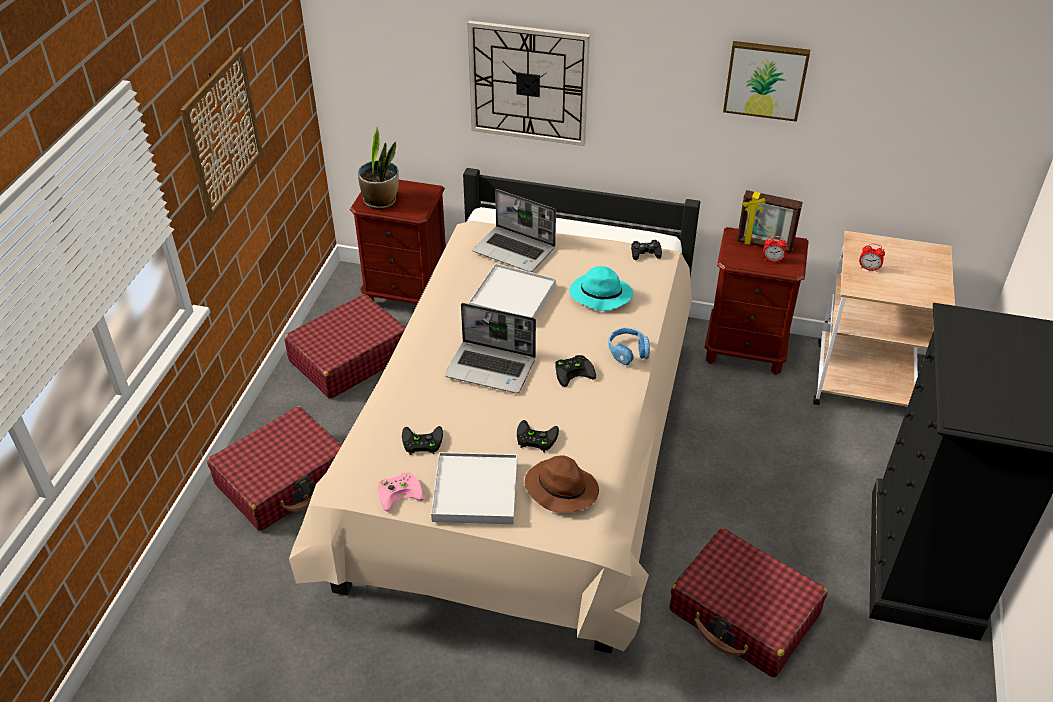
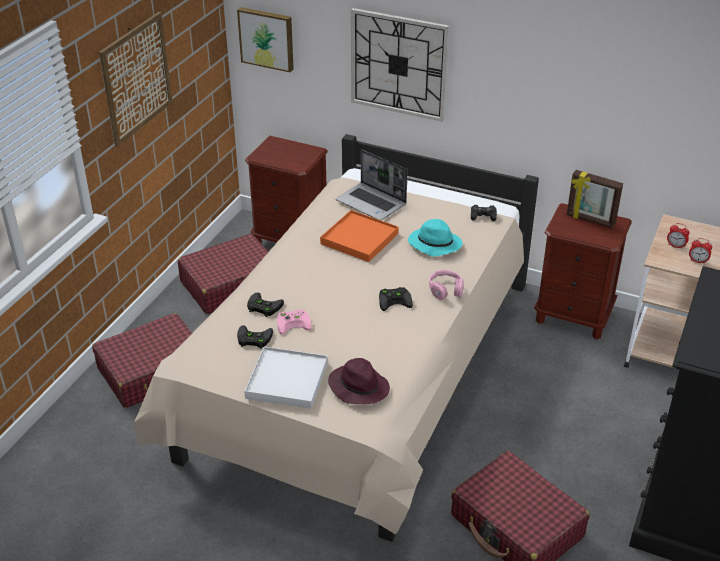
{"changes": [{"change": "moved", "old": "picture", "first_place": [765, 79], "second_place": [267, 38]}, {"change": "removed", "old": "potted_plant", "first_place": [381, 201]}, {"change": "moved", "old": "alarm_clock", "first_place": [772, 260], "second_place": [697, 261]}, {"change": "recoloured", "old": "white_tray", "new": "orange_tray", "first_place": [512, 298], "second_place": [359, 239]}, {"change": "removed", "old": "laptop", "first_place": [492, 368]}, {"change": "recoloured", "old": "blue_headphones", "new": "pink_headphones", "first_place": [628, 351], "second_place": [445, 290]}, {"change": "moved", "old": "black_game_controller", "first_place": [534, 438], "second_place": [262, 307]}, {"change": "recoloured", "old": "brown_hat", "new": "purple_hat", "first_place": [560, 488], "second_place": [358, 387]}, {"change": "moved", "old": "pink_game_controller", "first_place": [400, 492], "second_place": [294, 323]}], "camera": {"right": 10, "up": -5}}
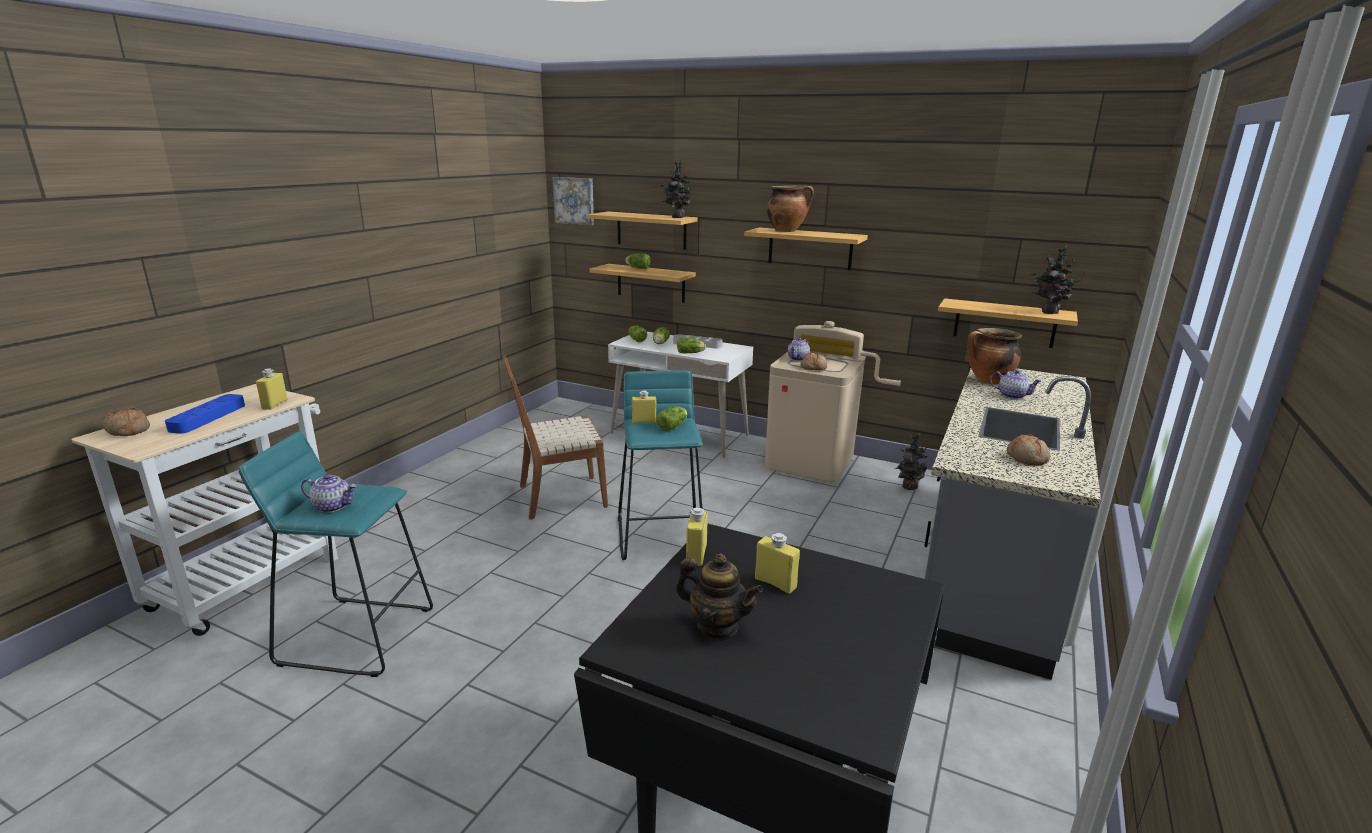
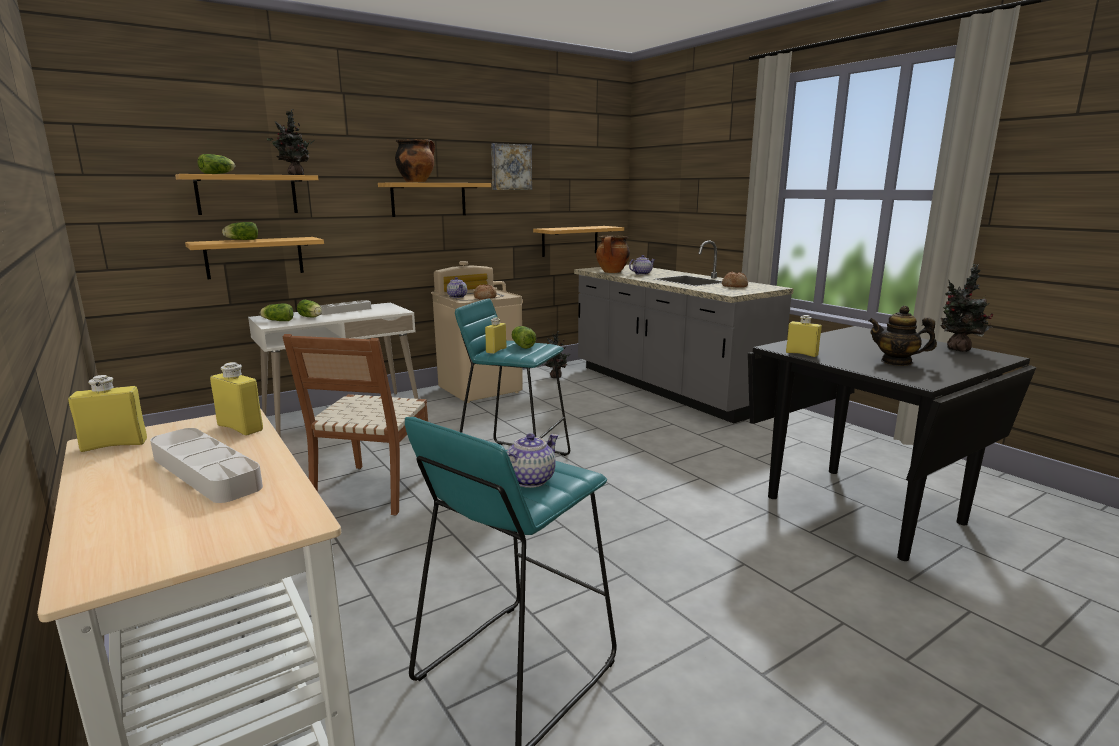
{"changes": [{"change": "moved", "old": "picture", "first_place": [574, 201], "second_place": [510, 167]}, {"change": "moved", "old": "potted_plant", "first_place": [1048, 312], "second_place": [957, 350]}, {"change": "moved", "old": "lettuce", "first_place": [691, 353], "second_place": [218, 174]}, {"change": "recoloured", "old": "blue_tray", "new": "grey_tray", "first_place": [208, 417], "second_place": [205, 472]}, {"change": "removed", "old": "bread", "first_place": [128, 430]}, {"change": "moved", "old": "yellow_bottle", "first_place": [775, 583], "second_place": [114, 445]}, {"change": "turned", "old": "teapot", "first_place": [717, 626], "second_place": [896, 362], "degrees": -120}], "camera": {"right": -60, "up": -5}}
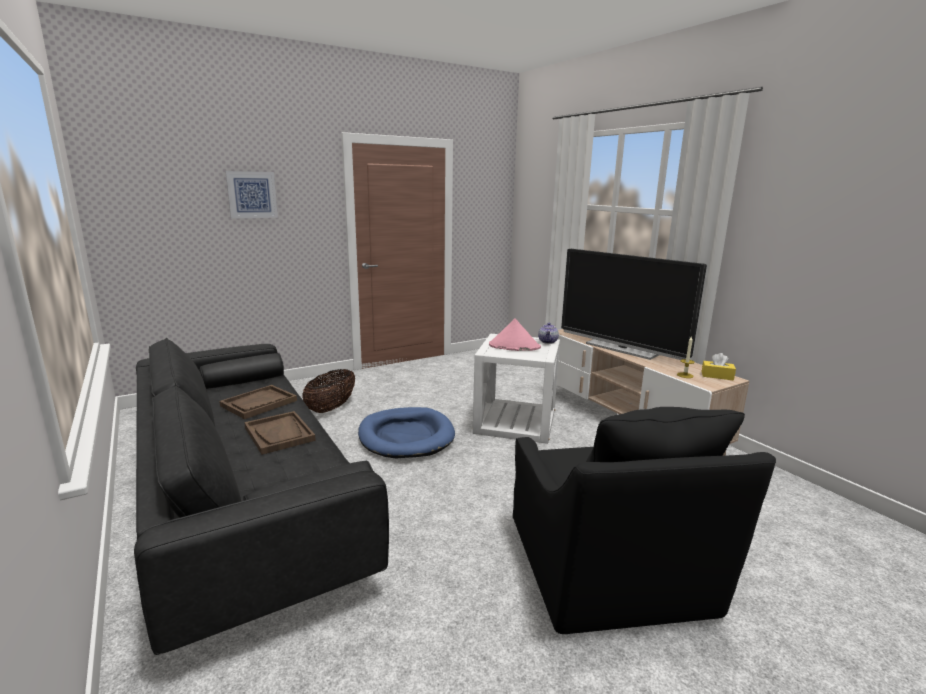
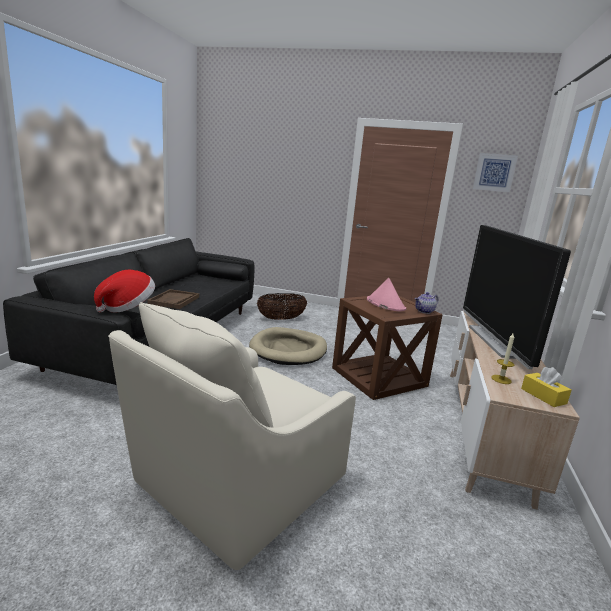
{"changes": [{"change": "moved", "old": "picture", "first_place": [252, 195], "second_place": [494, 172]}, {"change": "recoloured", "old": "white_side_table", "new": "brown_side_table", "first_place": [515, 422], "second_place": [379, 377]}, {"change": "removed", "old": "brown_tray", "first_place": [259, 403]}, {"change": "recoloured", "old": "blue_dog_bed", "new": "beige_dog_bed", "first_place": [406, 436], "second_place": [288, 349]}, {"change": "recoloured", "old": "black_armchair", "new": "beige_armchair", "first_place": [608, 571], "second_place": [236, 484]}, {"change": "added", "new": "hat", "second_place": [127, 307]}], "camera": {"right": 45, "up": 0}}
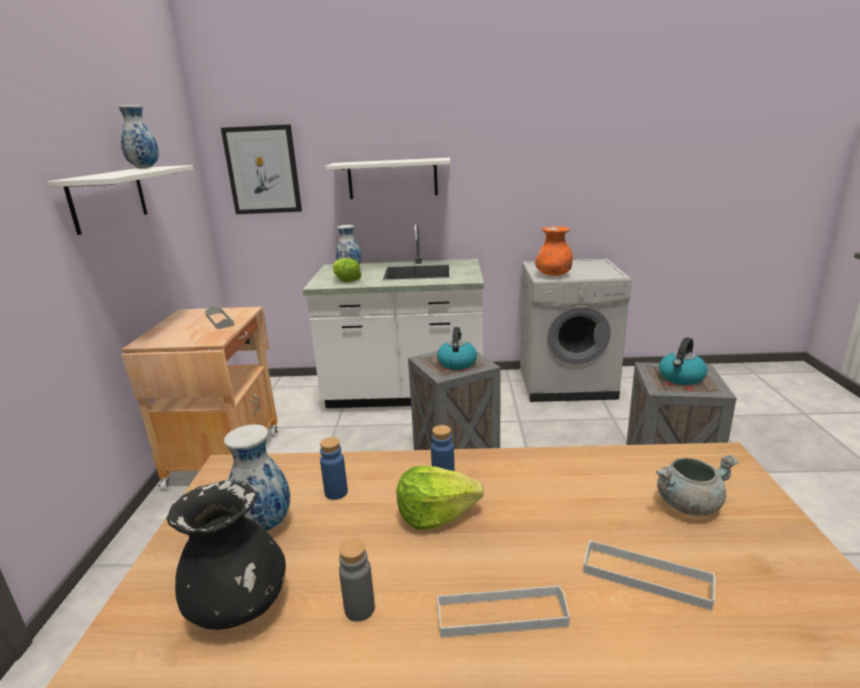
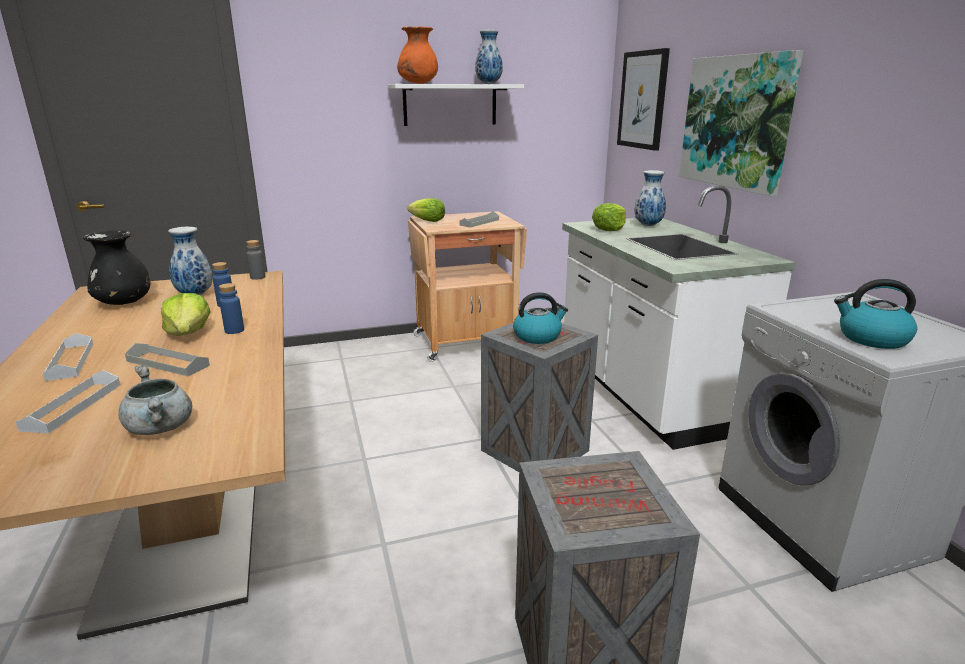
{"changes": [{"change": "replaced", "old": "white_shelf", "new": "picture", "first_place": [392, 178], "second_place": [736, 122]}, {"change": "moved", "old": "orange_vase", "first_place": [553, 275], "second_place": [418, 83]}, {"change": "moved", "old": "kettle", "first_place": [681, 378], "second_place": [871, 339]}, {"change": "moved", "old": "grey_bottle", "first_place": [359, 609], "second_place": [257, 277]}, {"change": "added", "new": "lettuce", "second_place": [427, 221]}, {"change": "added", "new": "grey_tray", "second_place": [167, 363]}], "camera": {"right": 70, "up": 0}}
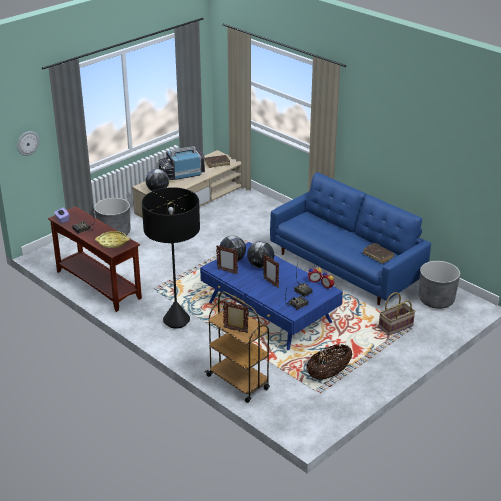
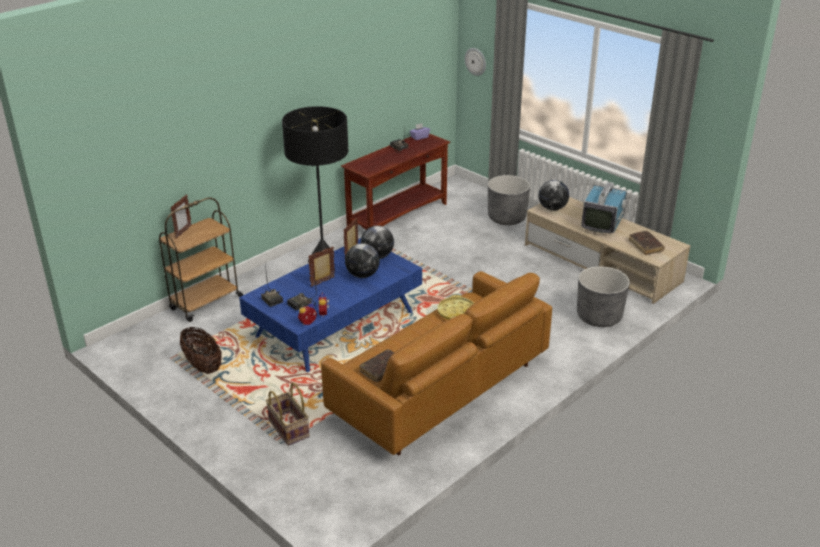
{"changes": [{"change": "turned", "old": "television", "first_place": [181, 174], "second_place": [603, 222], "degrees": 45}, {"change": "recoloured", "old": "blue_sofa", "new": "brown_sofa", "first_place": [346, 267], "second_place": [440, 391]}, {"change": "moved", "old": "yellow_tray", "first_place": [112, 242], "second_place": [456, 312]}, {"change": "moved", "old": "grey_planter", "first_place": [436, 300], "second_place": [599, 316]}], "camera": {"right": 90, "up": 0}}
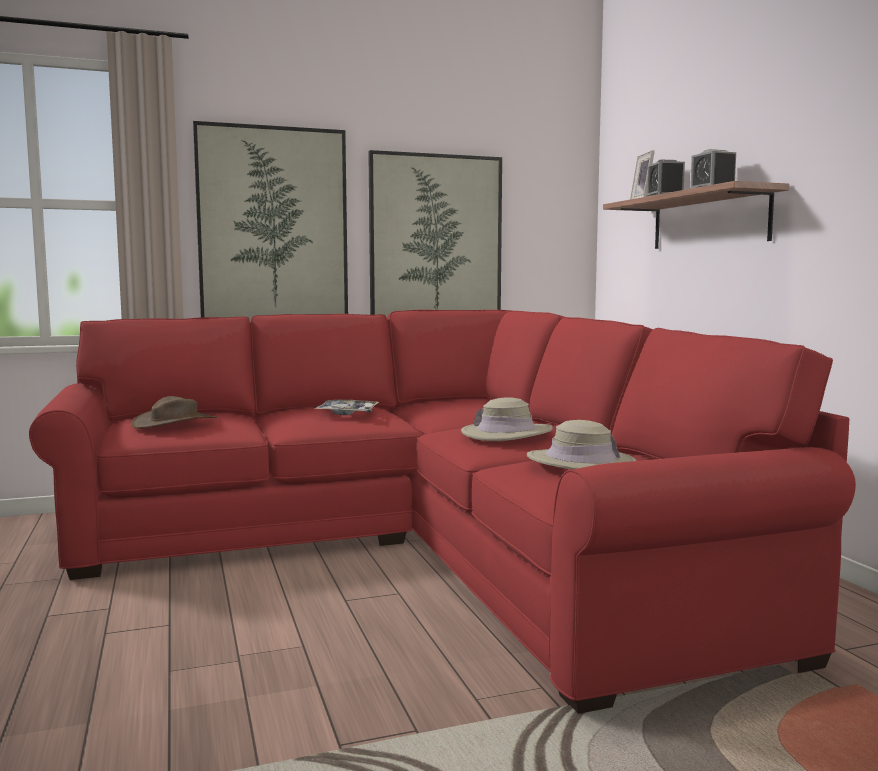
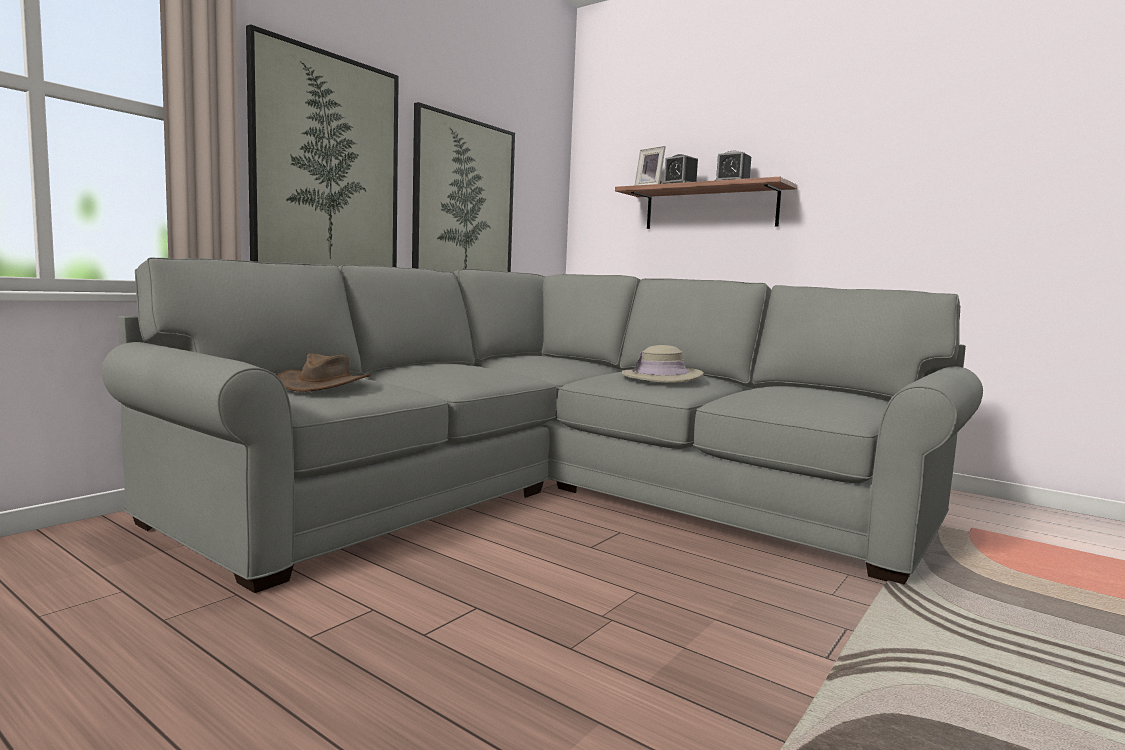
{"changes": [{"change": "recoloured", "old": "red_sofa", "new": "grey_sofa", "first_place": [414, 548], "second_place": [556, 495]}, {"change": "removed", "old": "tray", "first_place": [347, 413]}, {"change": "removed", "old": "beige_hat", "first_place": [580, 463]}], "camera": {"right": -35, "up": 0}}
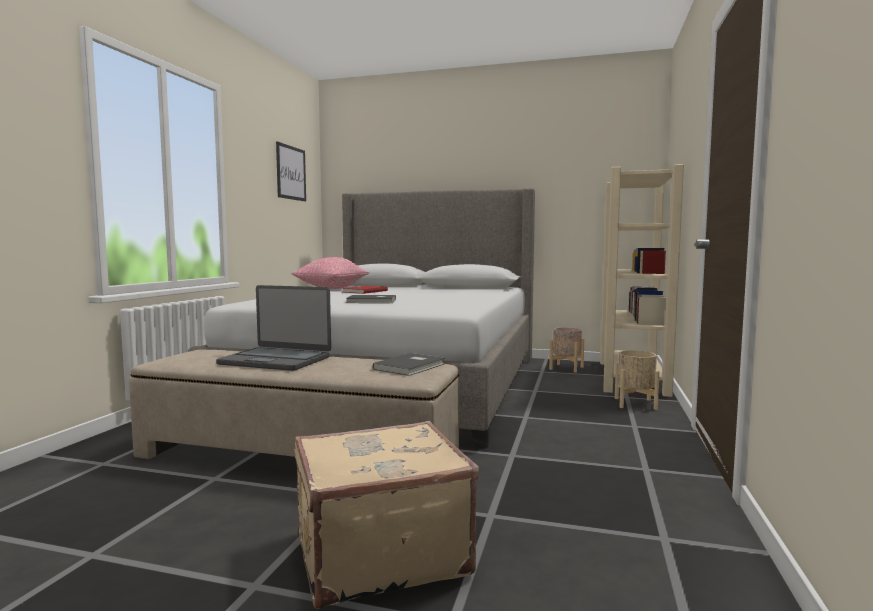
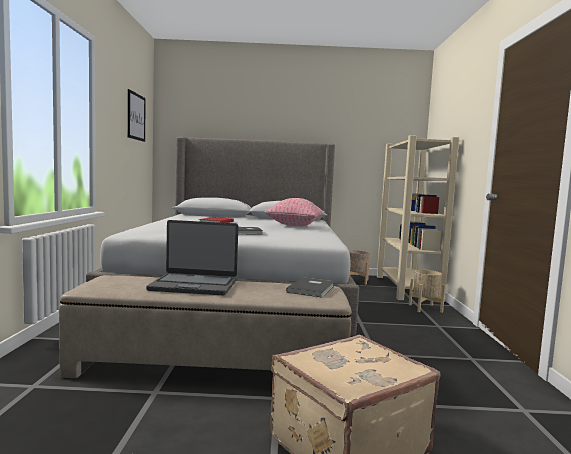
{"changes": [{"change": "moved", "old": "pink_pillow", "first_place": [331, 289], "second_place": [294, 226]}], "camera": {"right": -15, "up": 0}}
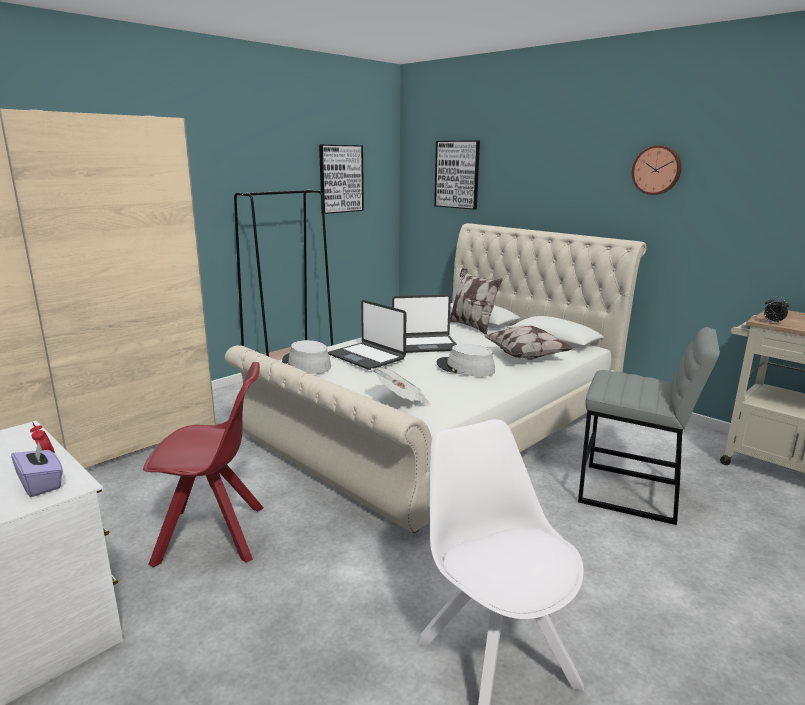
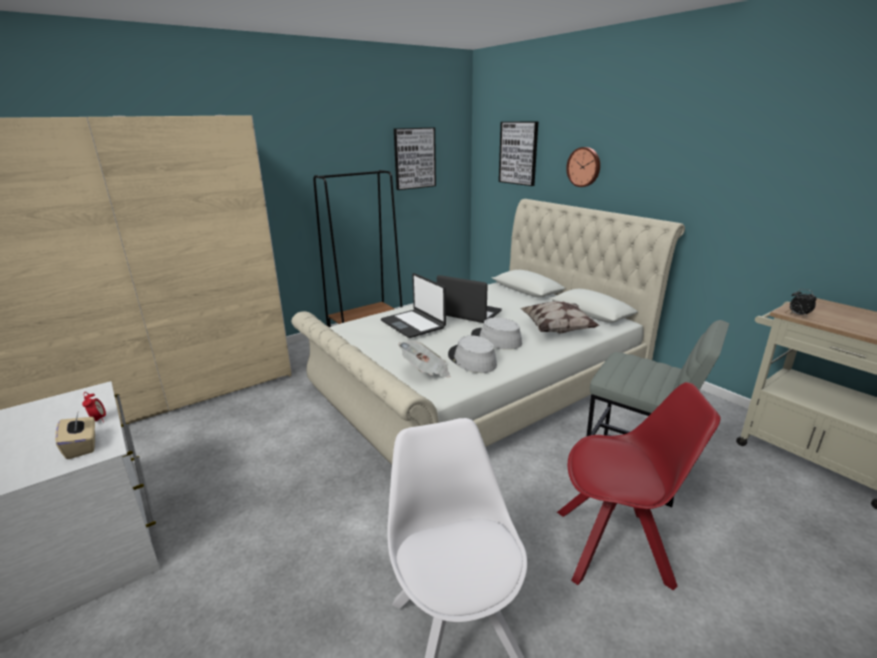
{"changes": [{"change": "moved", "old": "wall_clock", "first_place": [657, 170], "second_place": [584, 167]}, {"change": "removed", "old": "pillow", "first_place": [471, 326]}, {"change": "turned", "old": "laptop", "first_place": [424, 345], "second_place": [469, 313], "degrees": -150}, {"change": "moved", "old": "grey_hat", "first_place": [306, 364], "second_place": [471, 360]}, {"change": "moved", "old": "red_chair", "first_place": [214, 535], "second_place": [615, 547]}, {"change": "recoloured", "old": "purple_tissue_box", "new": "beige_tissue_box", "first_place": [41, 484], "second_place": [82, 446]}], "camera": {"right": 10, "up": 5}}
